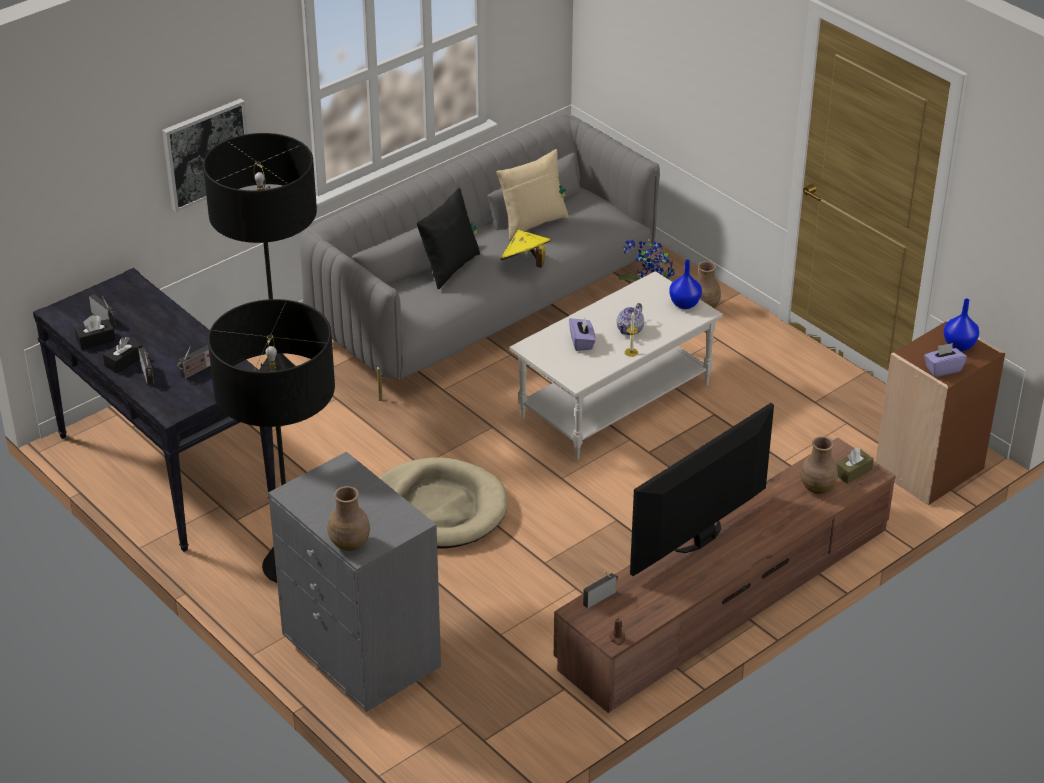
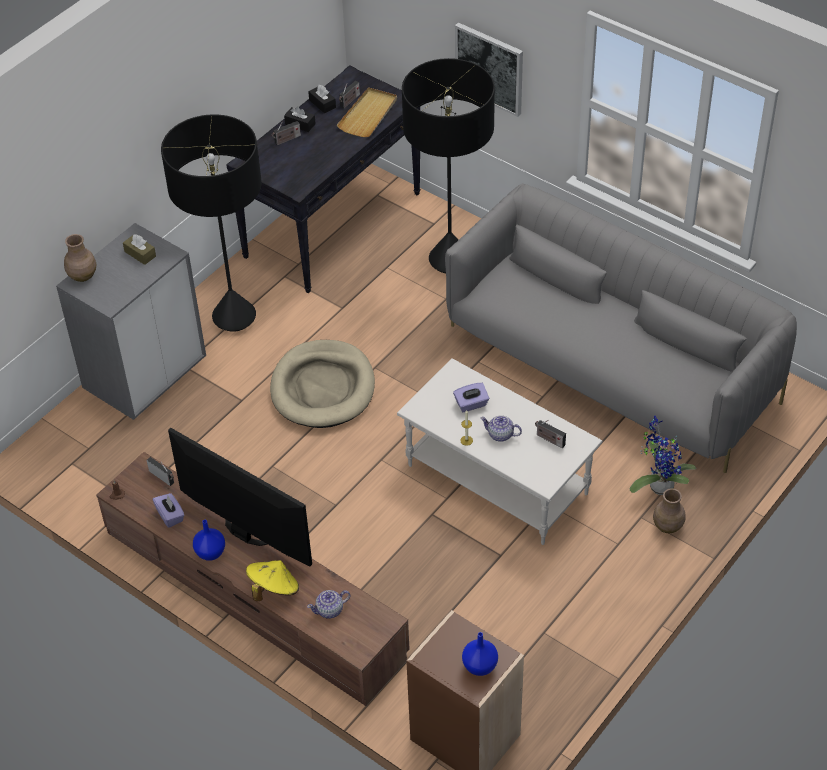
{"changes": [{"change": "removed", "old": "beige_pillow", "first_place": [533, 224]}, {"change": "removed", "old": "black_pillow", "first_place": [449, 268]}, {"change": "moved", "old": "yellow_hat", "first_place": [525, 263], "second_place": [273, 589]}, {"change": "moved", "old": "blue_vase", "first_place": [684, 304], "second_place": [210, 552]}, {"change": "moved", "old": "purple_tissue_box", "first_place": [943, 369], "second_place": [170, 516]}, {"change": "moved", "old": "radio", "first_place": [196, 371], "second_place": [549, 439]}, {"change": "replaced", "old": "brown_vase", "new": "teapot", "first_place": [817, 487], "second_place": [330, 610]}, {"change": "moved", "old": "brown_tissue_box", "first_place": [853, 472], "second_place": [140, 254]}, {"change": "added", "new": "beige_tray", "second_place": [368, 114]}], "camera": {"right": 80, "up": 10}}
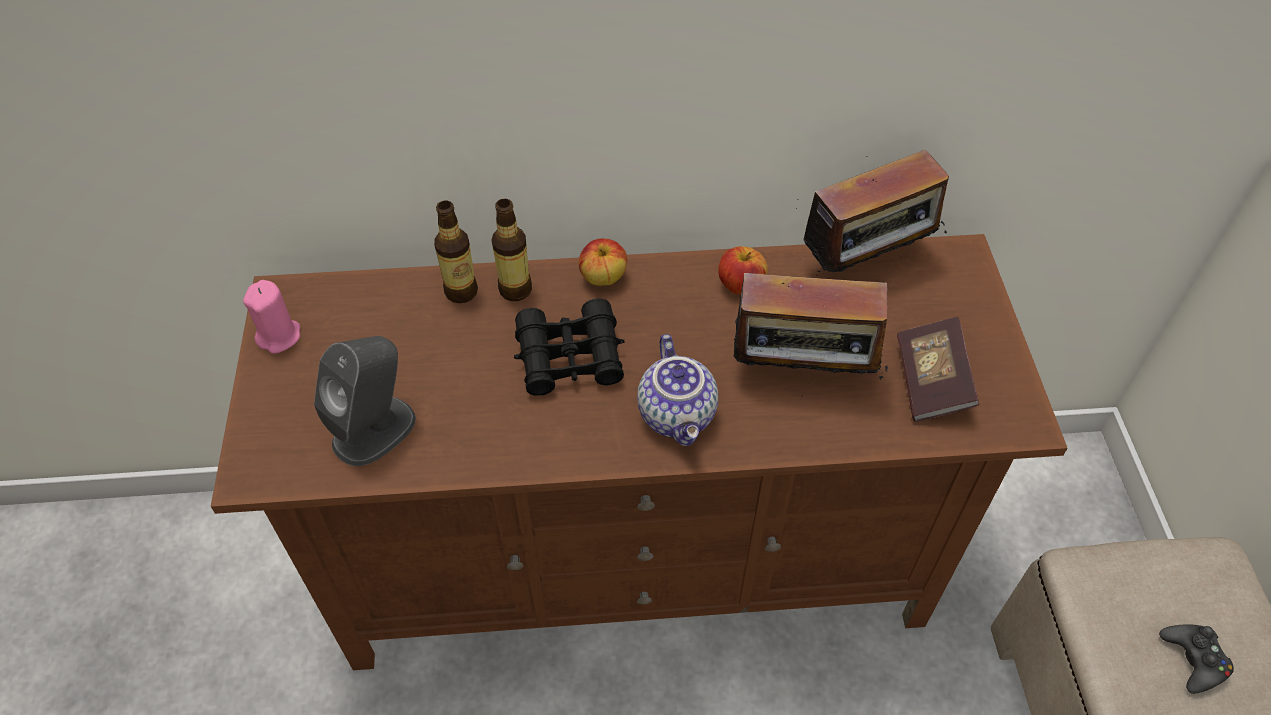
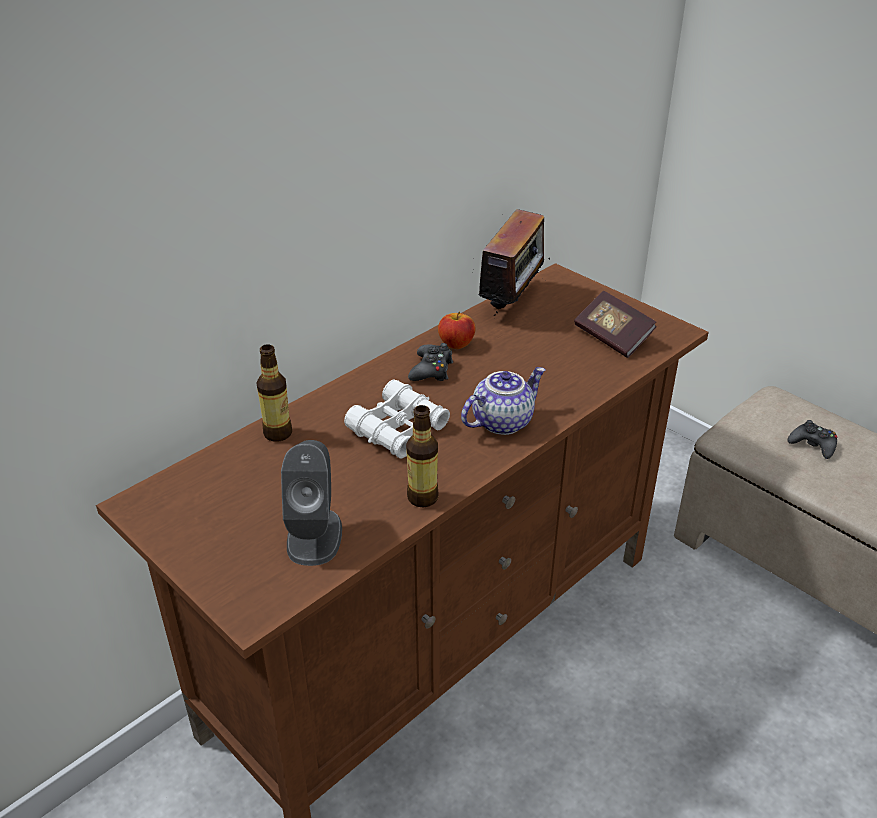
{"changes": [{"change": "moved", "old": "bottle", "first_place": [515, 290], "second_place": [422, 497]}, {"change": "removed", "old": "apple", "first_place": [603, 277]}, {"change": "removed", "old": "radio", "first_place": [802, 374]}, {"change": "removed", "old": "pink_candle", "first_place": [279, 336]}, {"change": "recoloured", "old": "black_binoculars", "new": "white_binoculars", "first_place": [570, 357], "second_place": [398, 429]}, {"change": "turned", "old": "teapot", "first_place": [679, 415], "second_place": [501, 421], "degrees": -75}, {"change": "added", "new": "black_game_controller", "second_place": [431, 370]}], "camera": {"right": -40, "up": -15}}
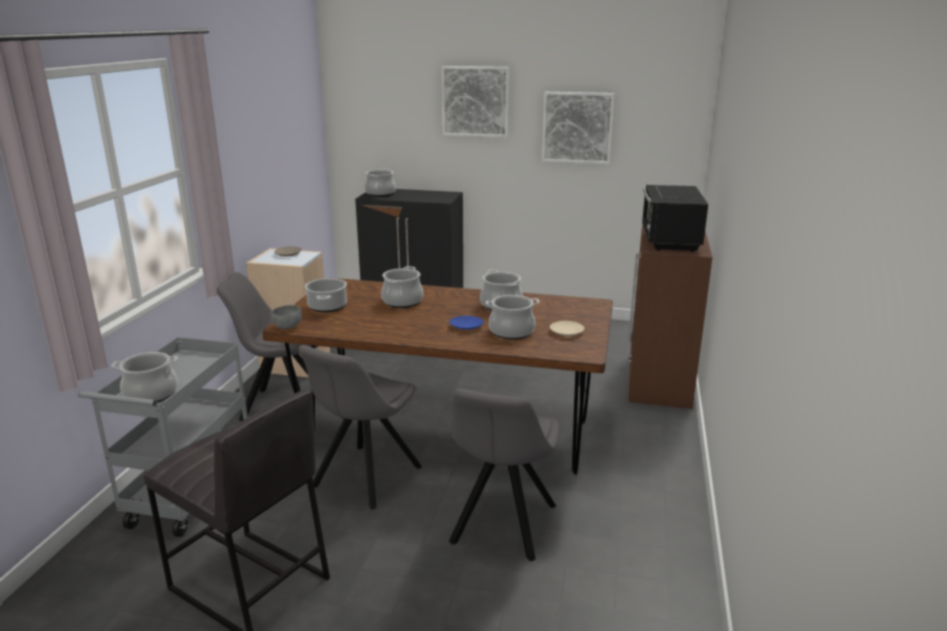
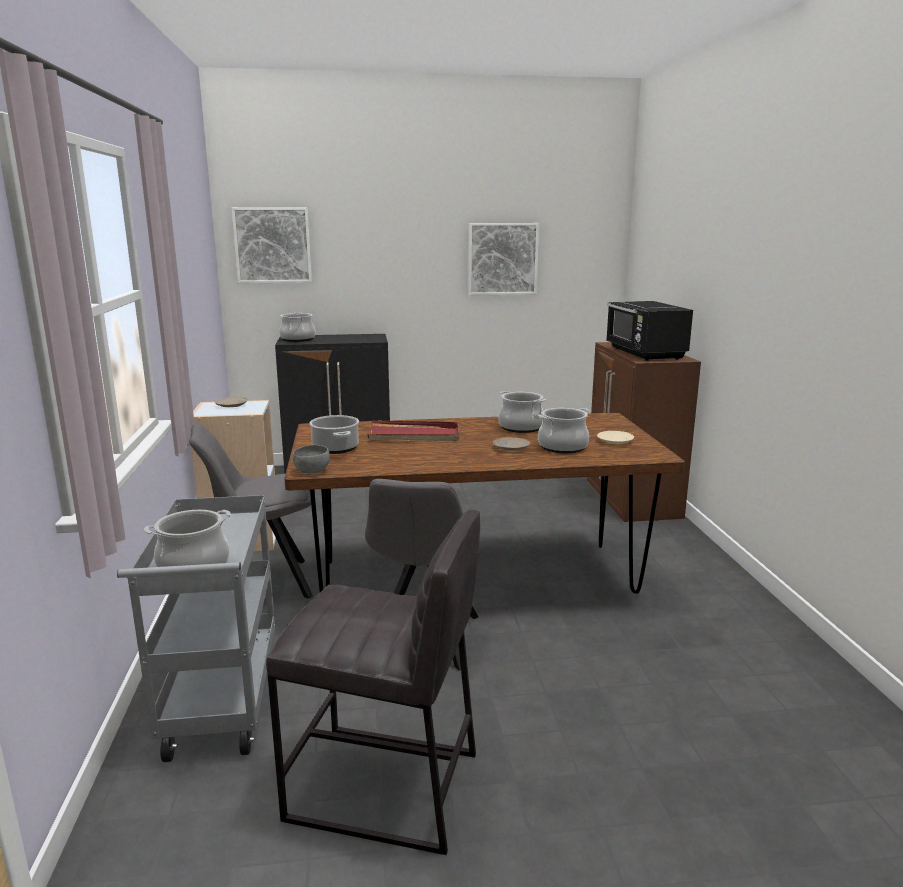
{"changes": [{"change": "moved", "old": "picture", "first_place": [475, 101], "second_place": [273, 245]}, {"change": "replaced", "old": "cooking_pot", "new": "red_tray", "first_place": [402, 301], "second_place": [414, 435]}, {"change": "recoloured", "old": "blue_plate", "new": "beige_plate", "first_place": [465, 326], "second_place": [510, 448]}, {"change": "removed", "old": "grey_chair", "first_place": [502, 524]}], "camera": {"right": -20, "up": -5}}
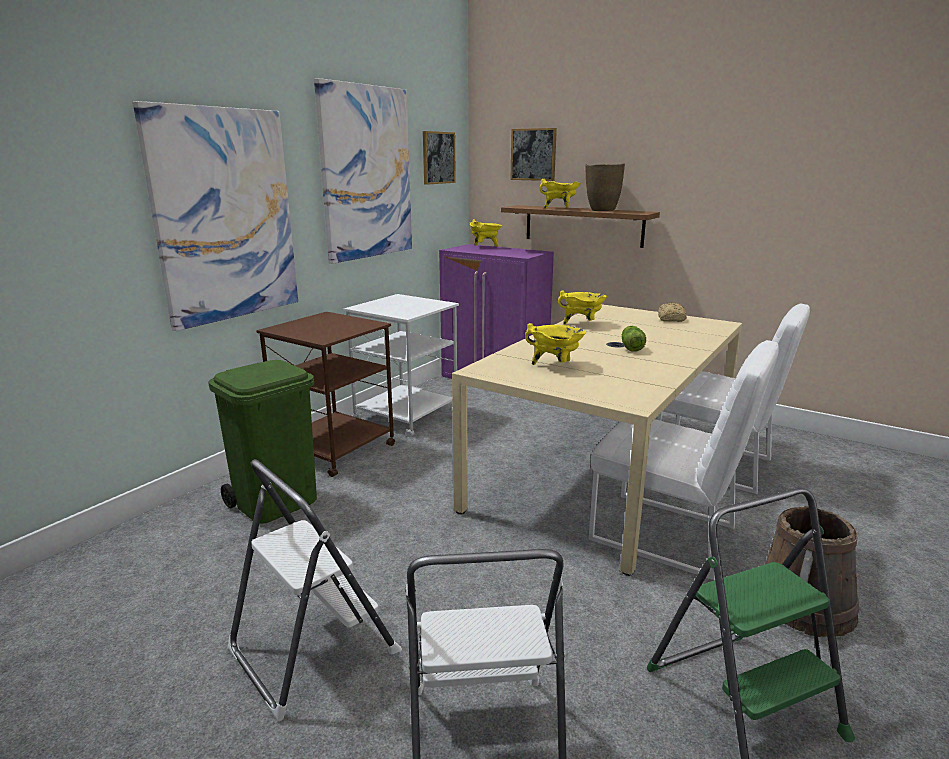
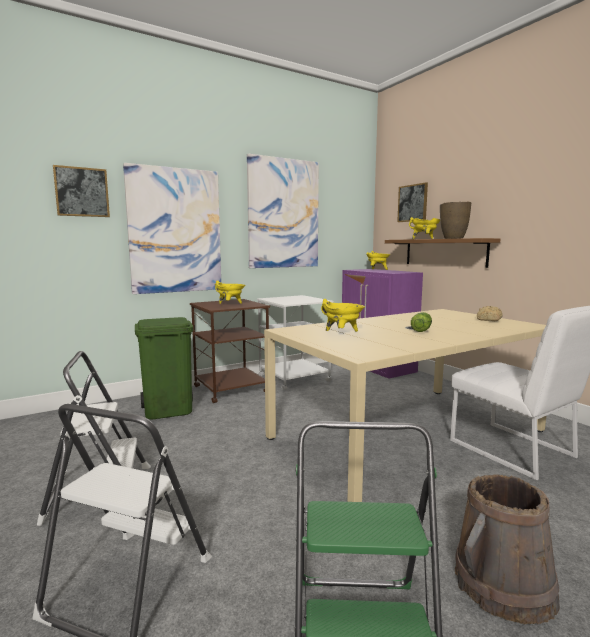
{"changes": [{"change": "moved", "old": "picture", "first_place": [438, 158], "second_place": [82, 192]}, {"change": "moved", "old": "yellow_cooking_pot", "first_place": [582, 324], "second_place": [230, 304]}, {"change": "removed", "old": "white_chair", "first_place": [667, 535]}], "camera": {"right": 25, "up": -10}}
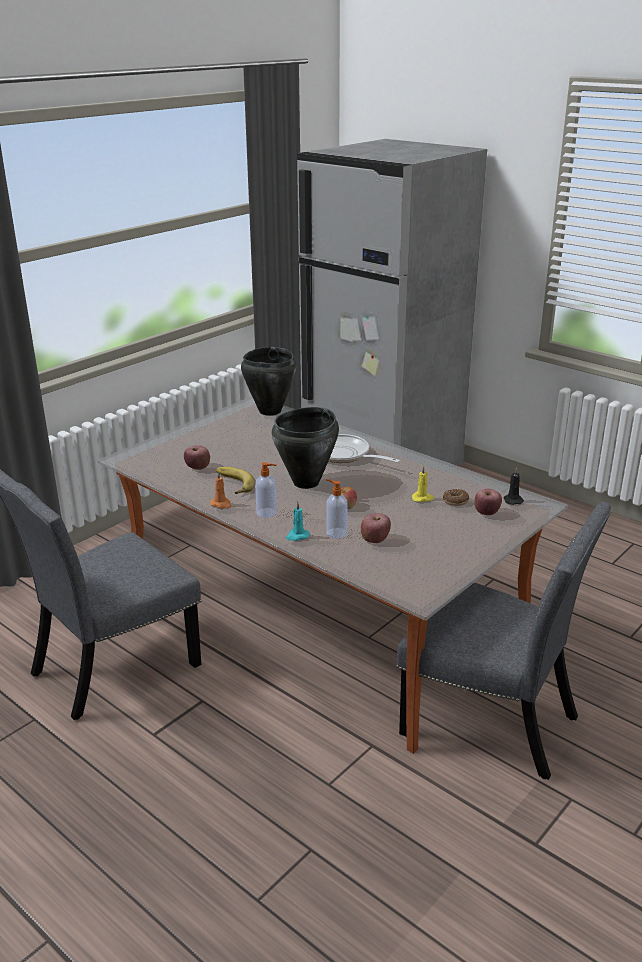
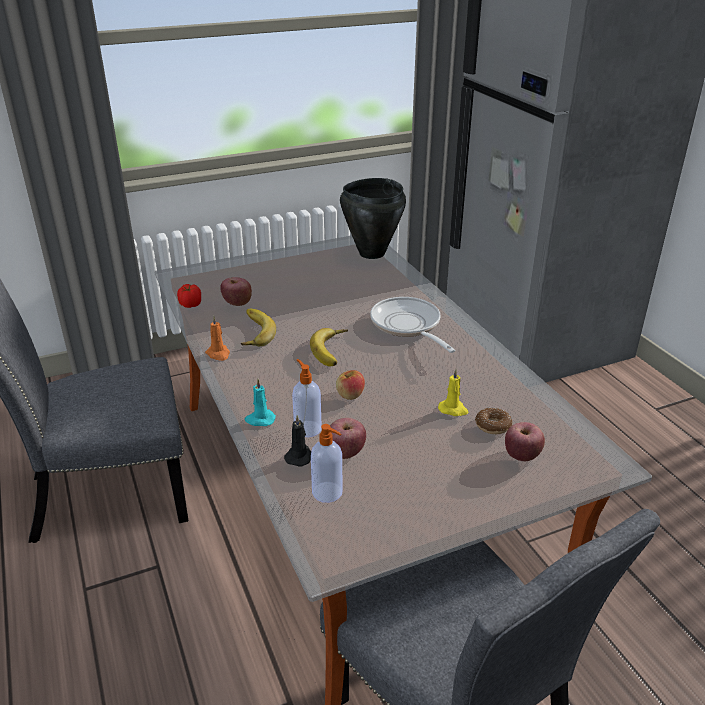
{"changes": [{"change": "replaced", "old": "black_cooking_pot", "new": "banana", "first_place": [307, 482], "second_place": [333, 350]}, {"change": "moved", "old": "soap_dispenser", "first_place": [267, 513], "second_place": [328, 493]}, {"change": "moved", "old": "black_candle", "first_place": [512, 500], "second_place": [299, 456]}, {"change": "added", "new": "tomato", "second_place": [190, 305]}], "camera": {"right": 25, "up": 5}}
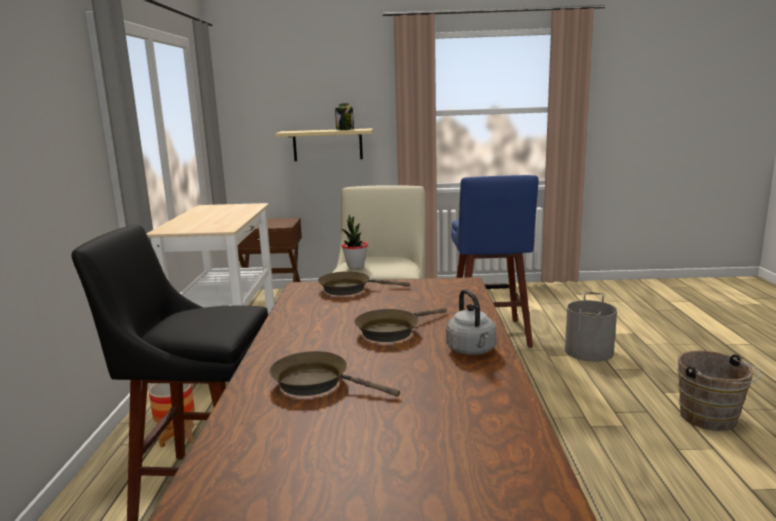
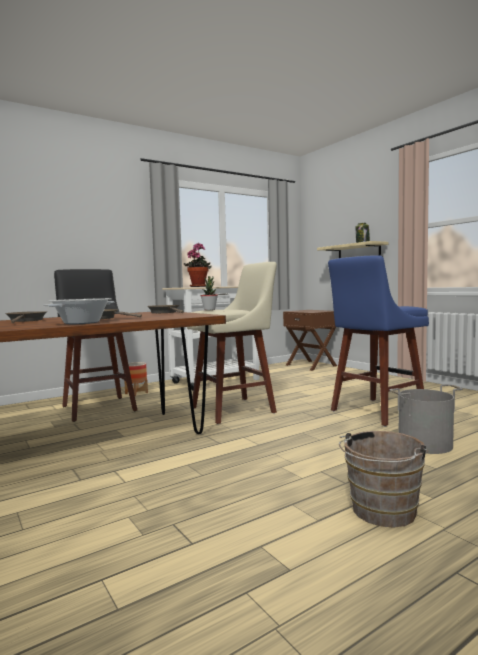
{"changes": [{"change": "replaced", "old": "grey_kettle", "new": "cooking_pot", "first_place": [472, 351], "second_place": [82, 323]}, {"change": "added", "new": "potted_plant", "second_place": [199, 286]}], "camera": {"right": 55, "up": -10}}
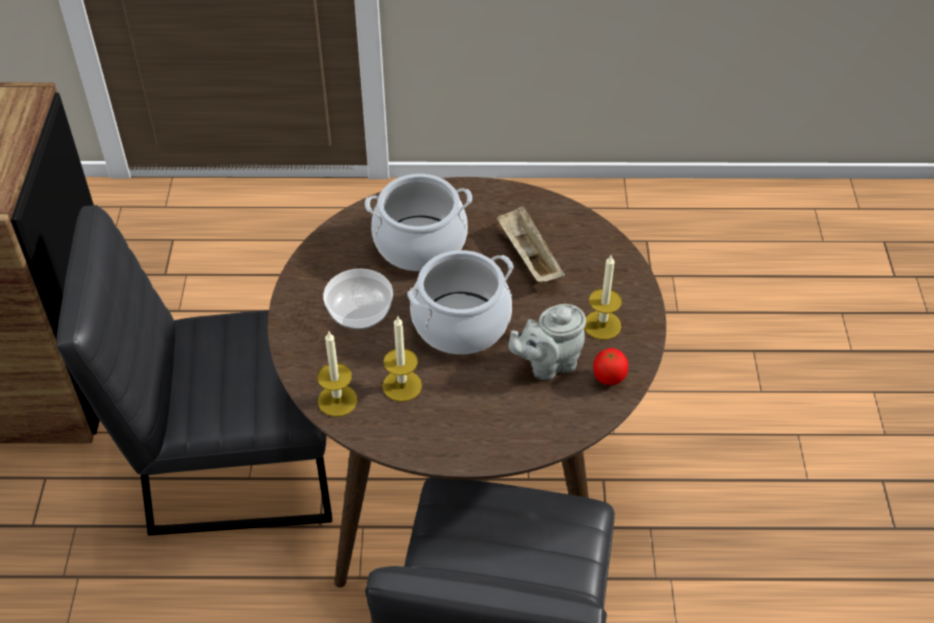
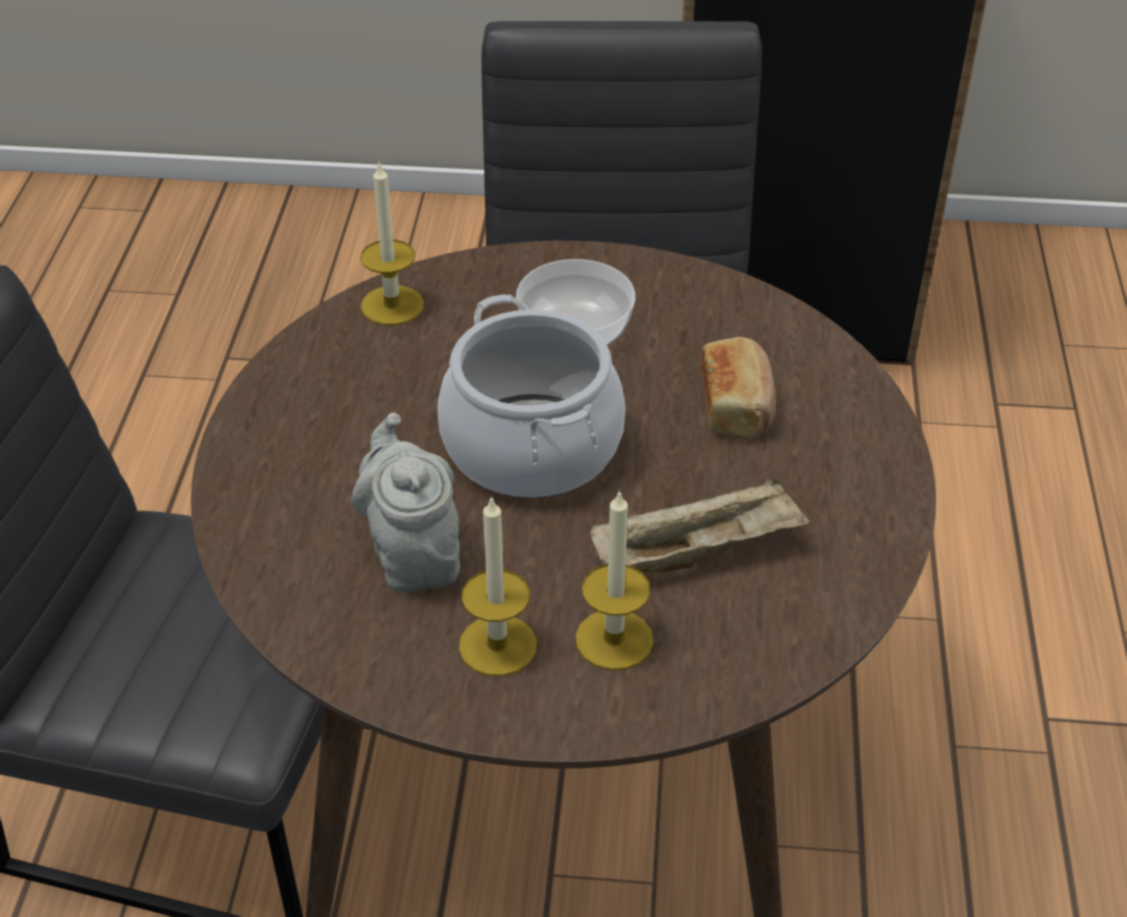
{"changes": [{"change": "replaced", "old": "cooking_pot", "new": "bread", "first_place": [420, 244], "second_place": [737, 405]}, {"change": "moved", "old": "candle", "first_place": [402, 385], "second_place": [614, 639]}, {"change": "removed", "old": "tomato", "first_place": [608, 379]}], "camera": {"right": 95, "up": -5}}
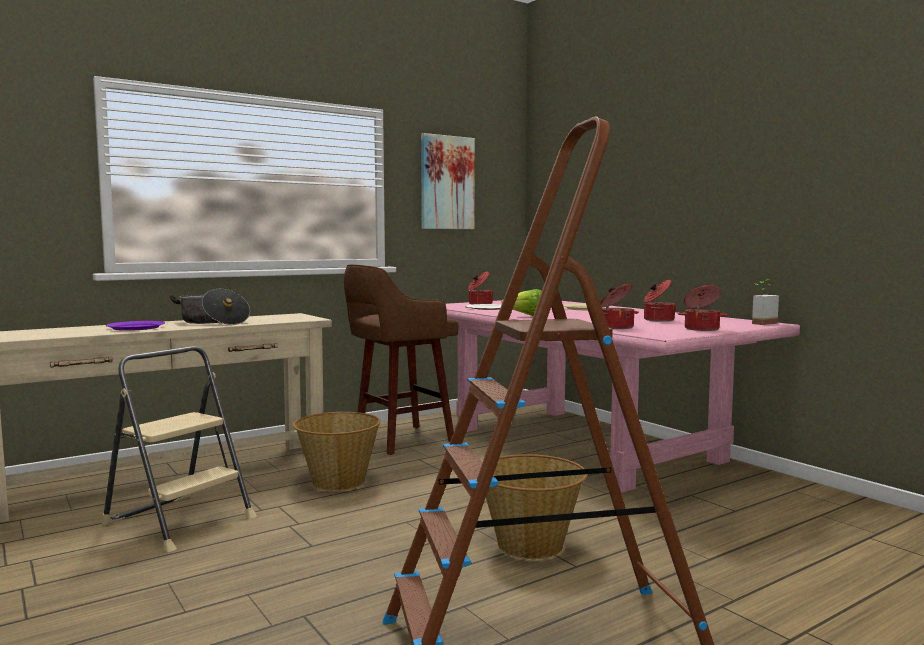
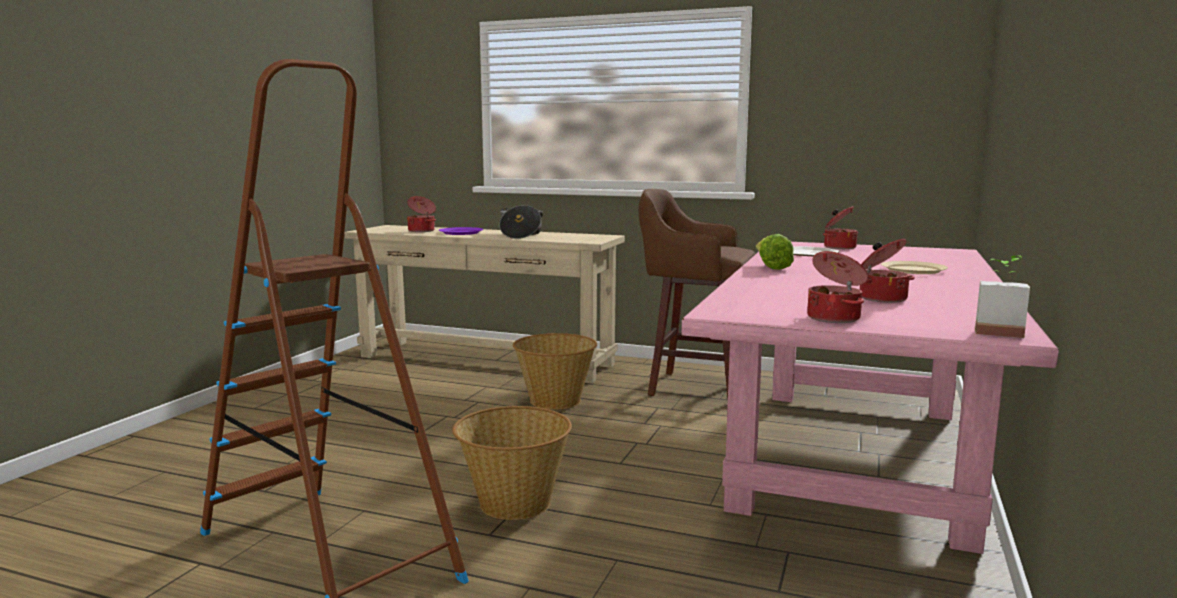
{"changes": [{"change": "removed", "old": "picture", "first_place": [447, 183]}, {"change": "moved", "old": "cooking_pot", "first_place": [616, 327], "second_place": [422, 231]}, {"change": "removed", "old": "beige_step_ladder", "first_place": [177, 519]}], "camera": {"right": 55, "up": 5}}
